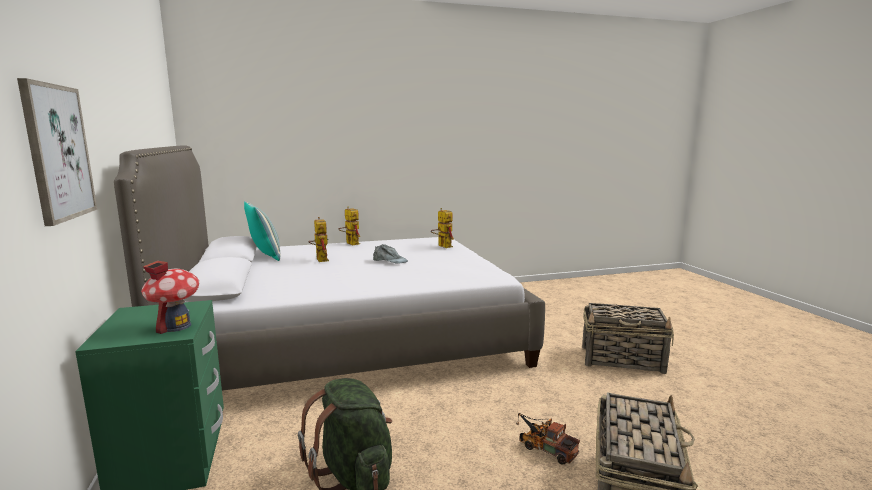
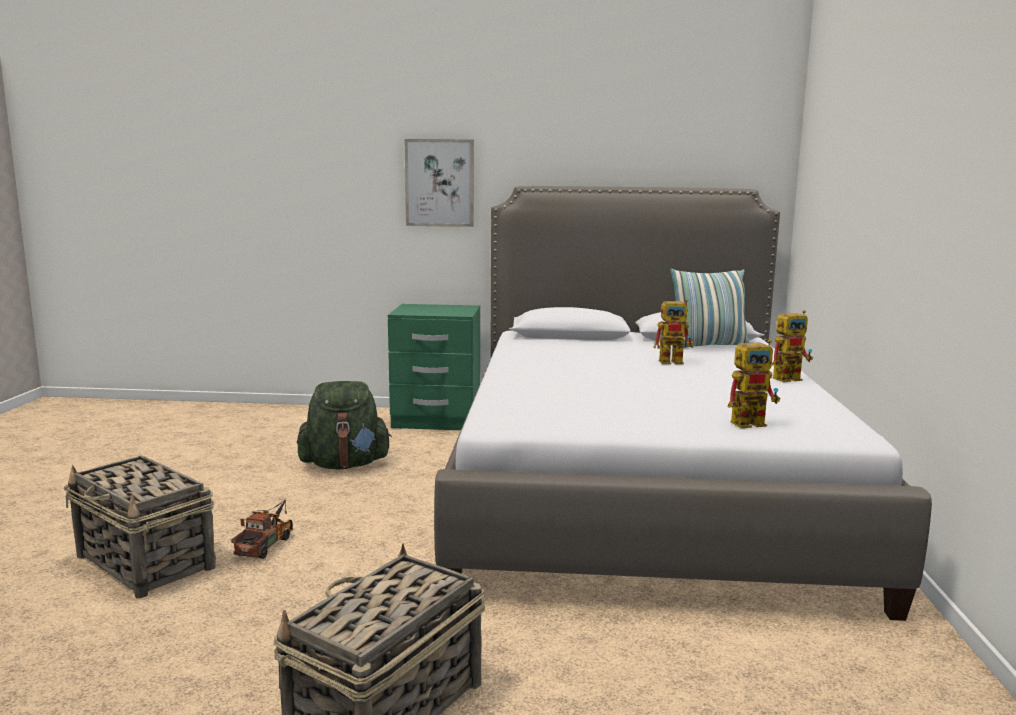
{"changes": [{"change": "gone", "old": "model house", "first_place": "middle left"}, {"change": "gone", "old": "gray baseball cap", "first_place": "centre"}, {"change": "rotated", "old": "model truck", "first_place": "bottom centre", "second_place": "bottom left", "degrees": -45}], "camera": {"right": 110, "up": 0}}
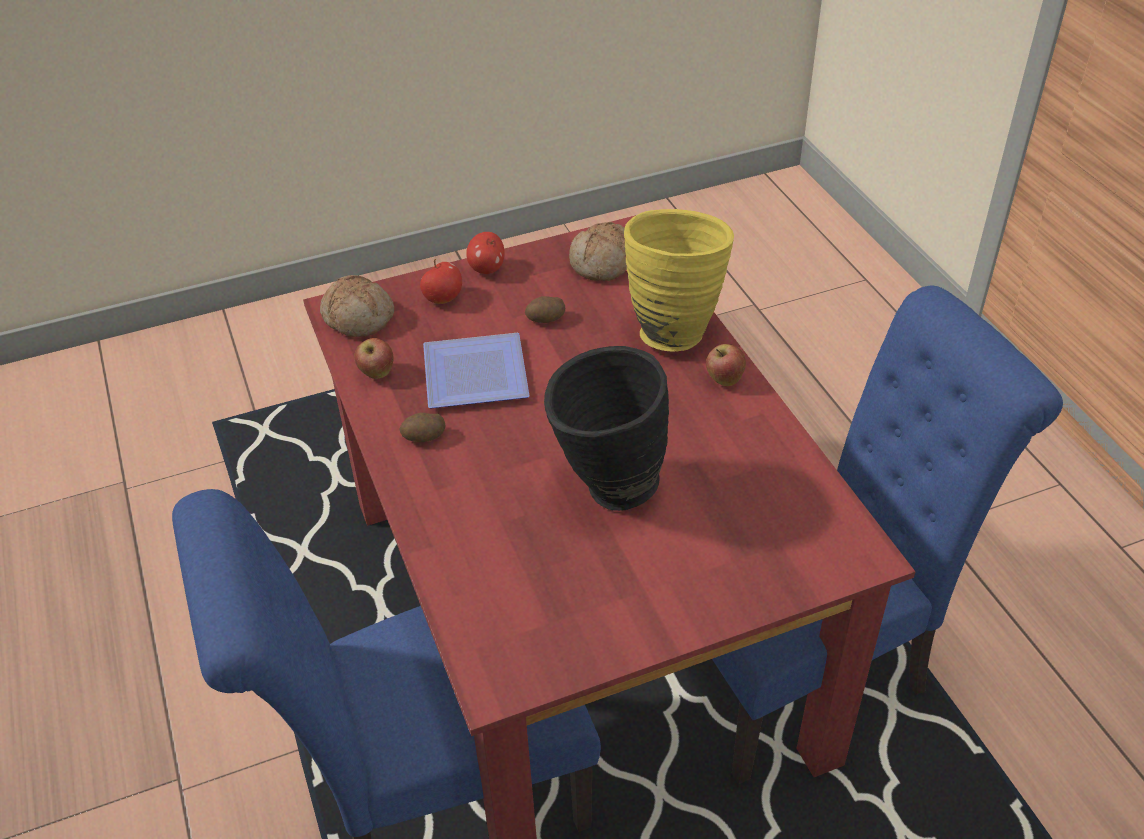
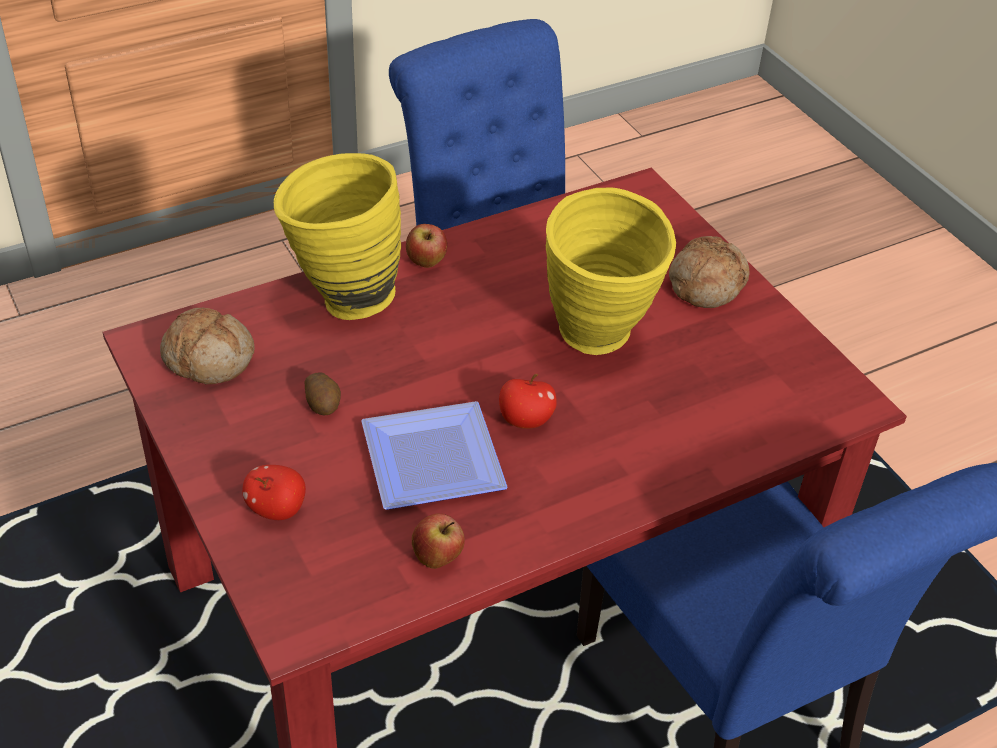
{"changes": [{"change": "shifted", "old": "bread (no. 1 from left in the first image)", "new": "bread (no. 2 from left)", "first_place": "middle left", "second_place": "middle right"}, {"change": "gone", "old": "potato (no. 1 from left)", "first_place": "centre"}, {"change": "shifted", "old": "apple (no. 3 from left in the first image)", "new": "apple (no. 4 from left)", "first_place": "top centre", "second_place": "centre"}, {"change": "repainted", "old": "black-coloured decorative vase", "new": "yellow-coloured decorative vase (no. 2 from left)", "first_place": "centre", "second_place": "centre"}], "camera": {"right": -100, "up": 0}}
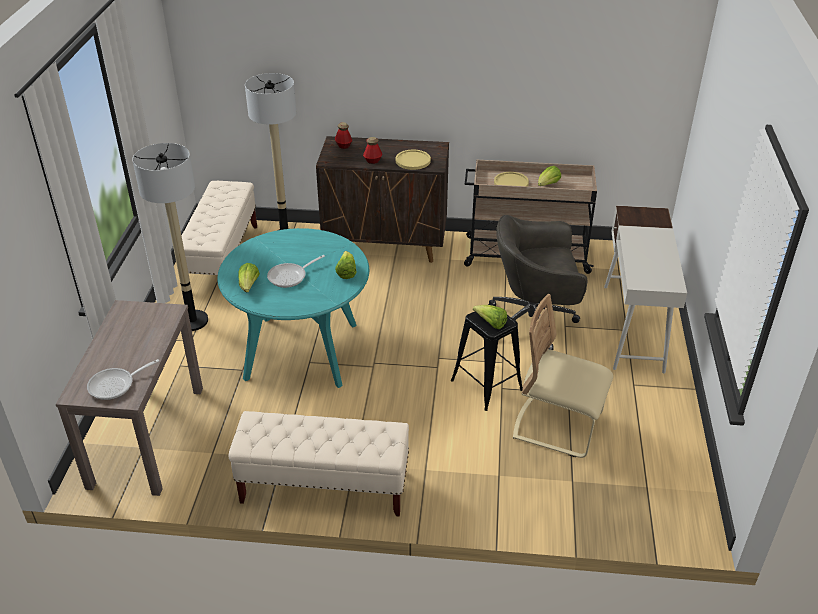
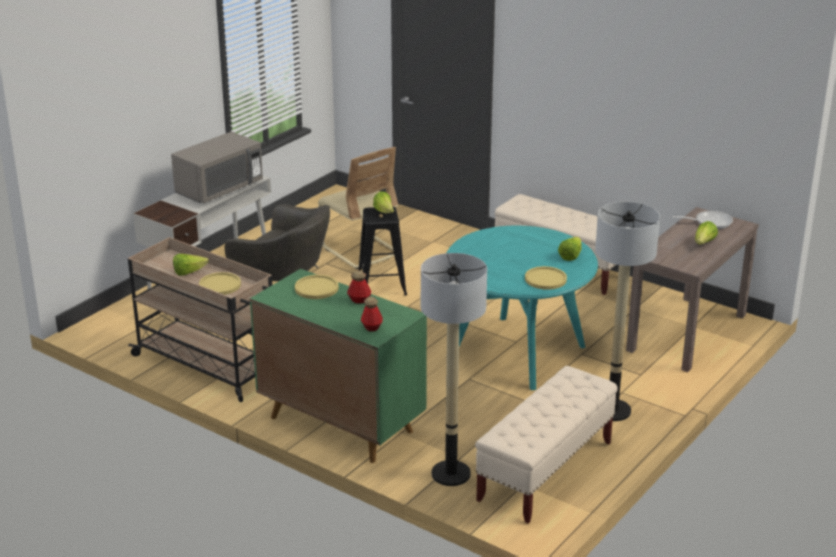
{"changes": [{"change": "gone", "old": "frying pan (no. 2 from left)", "first_place": "centre"}, {"change": "repainted", "old": "brownish cabinet", "new": "greenish cabinet", "first_place": "top centre", "second_place": "centre"}, {"change": "shifted", "old": "lettuce (no. 2 from left in the first image)", "new": "lettuce (no. 4 from left)", "first_place": "centre", "second_place": "middle right"}, {"change": "new", "new": "gray microwave", "second_place": "top left"}, {"change": "new", "new": "yellow-coloured plate (no. 3 from left)", "second_place": "centre"}], "camera": {"right": -150, "up": -10}}
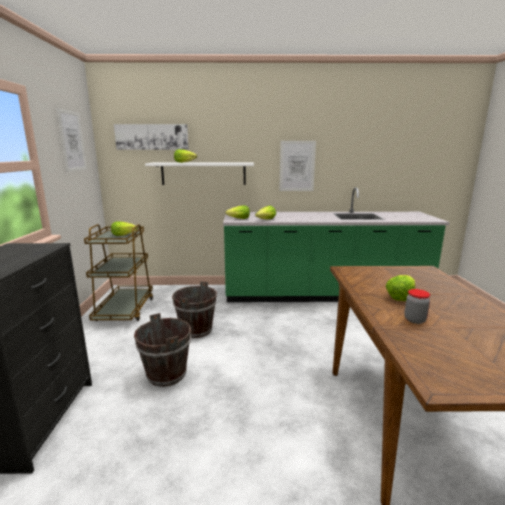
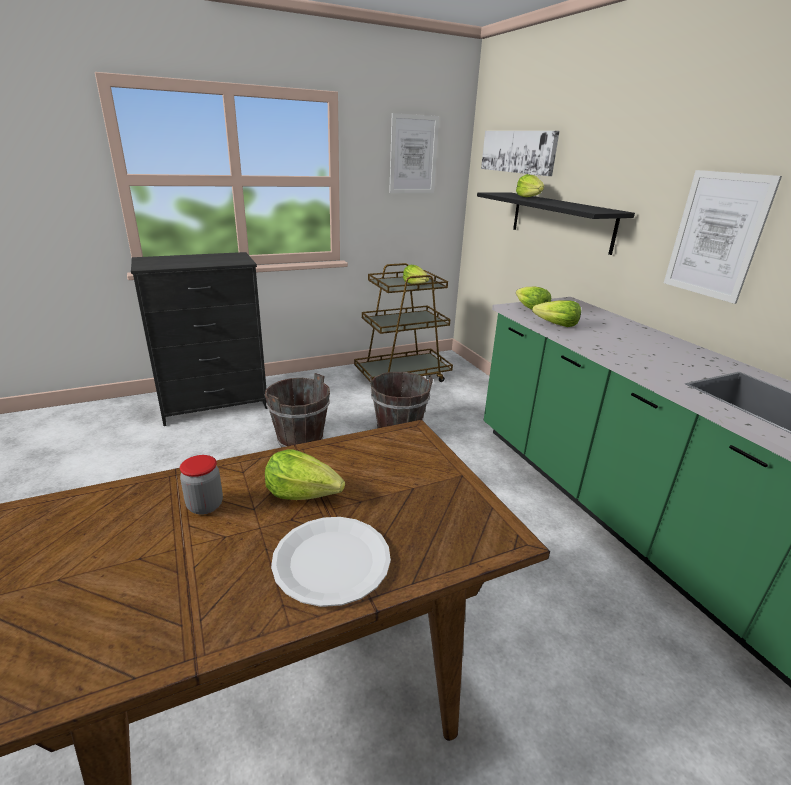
{"changes": [{"change": "repainted", "old": "white-coloured shelf", "new": "black-coloured shelf", "first_place": "centre", "second_place": "top right"}, {"change": "new", "new": "white-coloured plate", "second_place": "bottom centre"}], "camera": {"right": 65, "up": 10}}
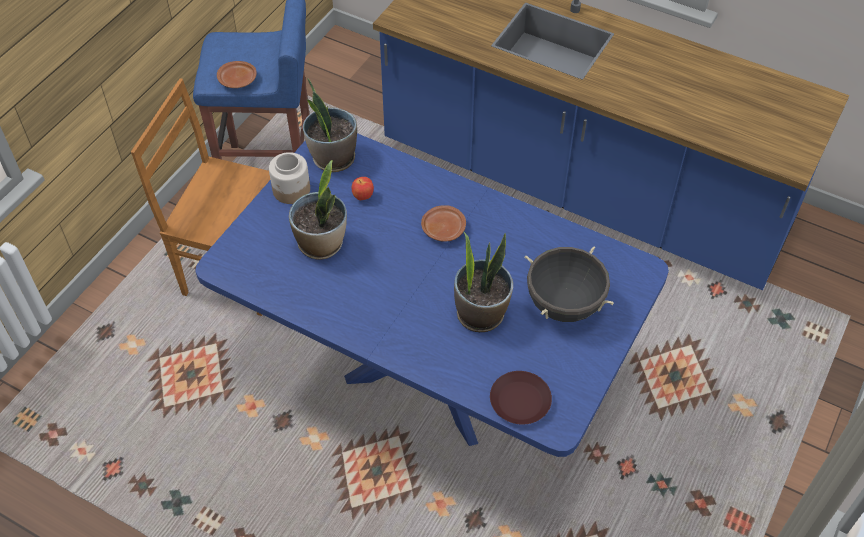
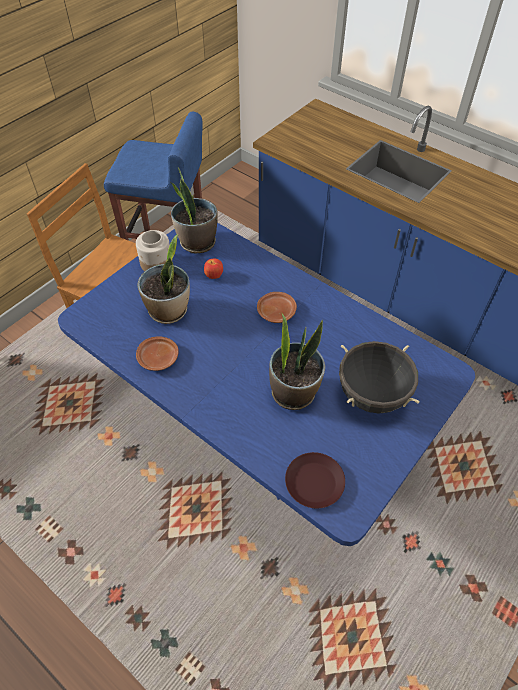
{"changes": [{"change": "shifted", "old": "brownish plate (no. 1 from left)", "first_place": "top left", "second_place": "middle left"}], "camera": {"right": 10, "up": 0}}
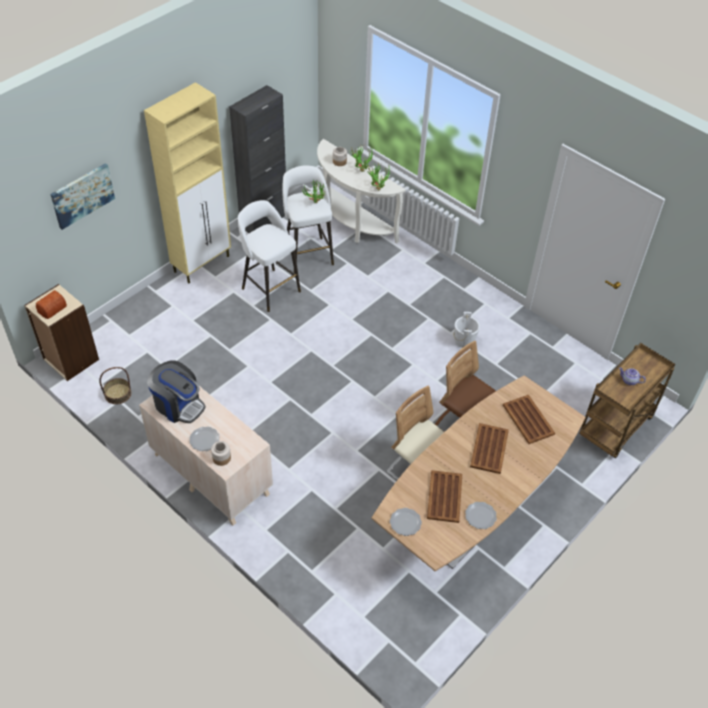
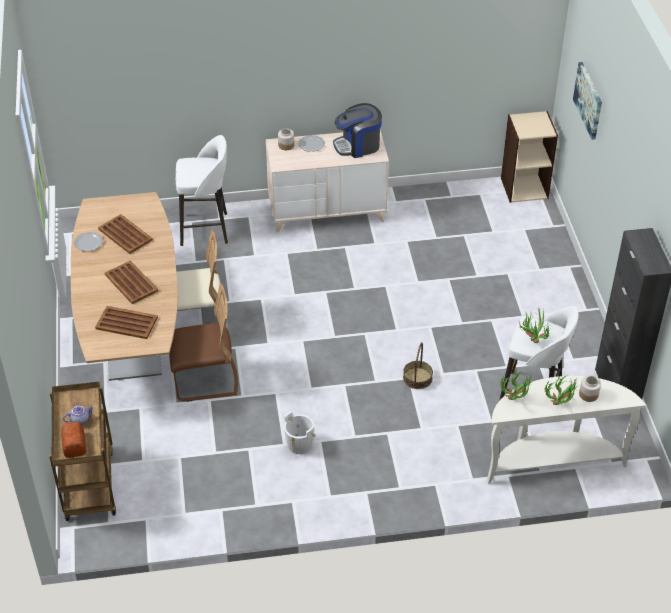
{"changes": [{"change": "shifted", "old": "bread", "first_place": "middle left", "second_place": "bottom left"}, {"change": "shifted", "old": "basket", "first_place": "middle left", "second_place": "centre"}, {"change": "gone", "old": "sand-coloured cabinet", "first_place": "top left"}, {"change": "shifted", "old": "white-coloured stool seat (no. 1 from left)", "first_place": "centre", "second_place": "top left"}, {"change": "gone", "old": "plate (no. 2 from left)", "first_place": "bottom centre"}], "camera": {"right": 130, "up": -5}}
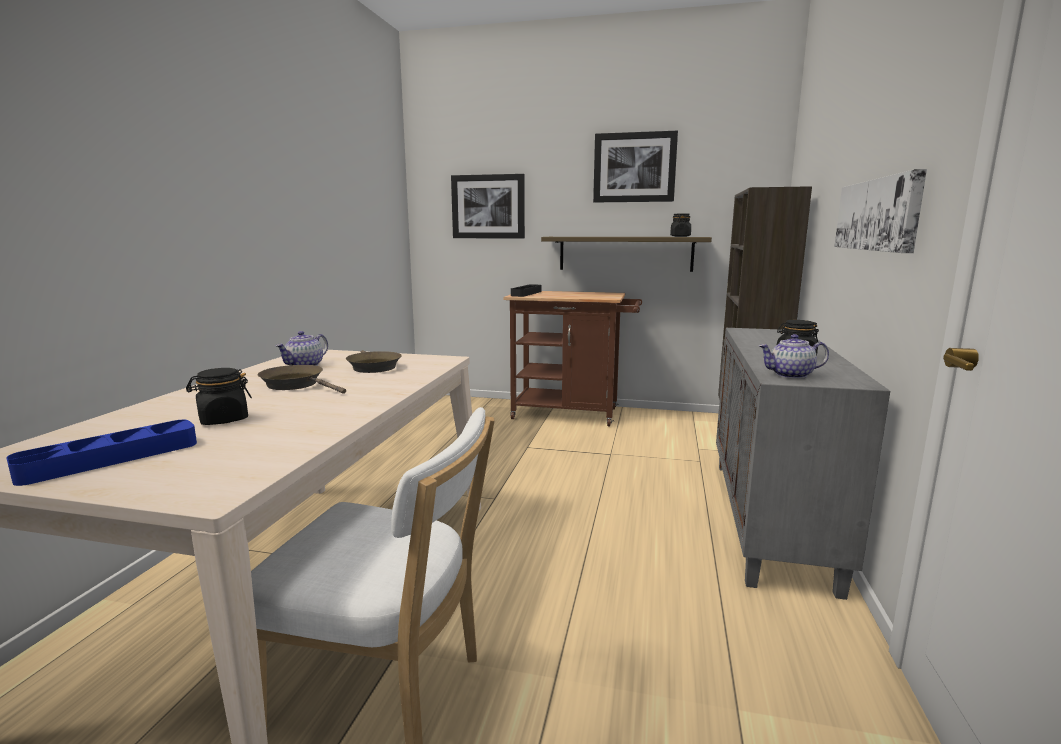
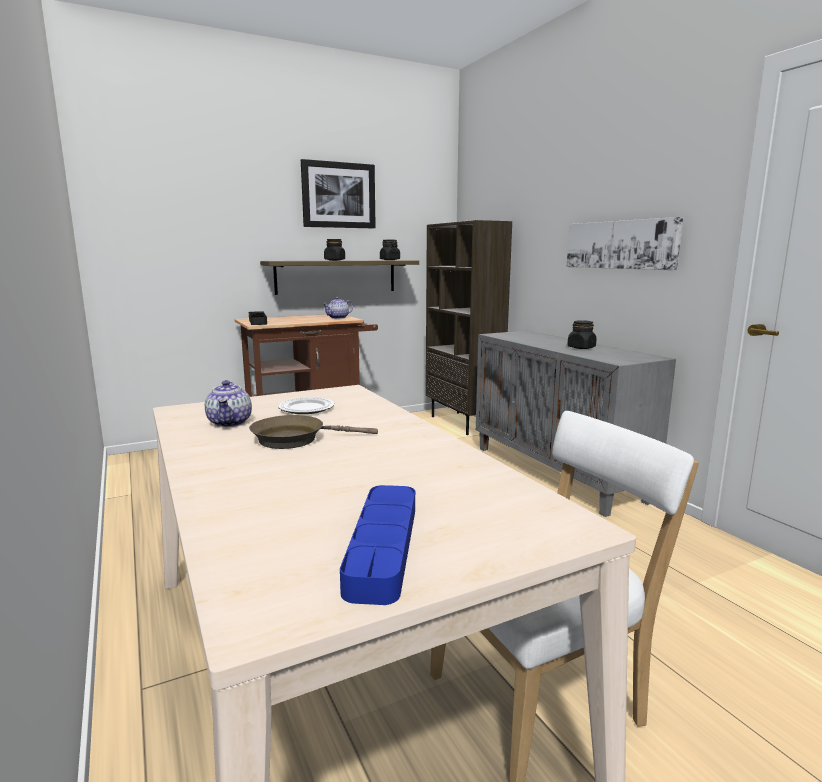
{"changes": [{"change": "shifted", "old": "black-coloured jar (no. 1 from left)", "first_place": "middle left", "second_place": "top centre"}, {"change": "swapped", "old": "brownish frying pan (no. 2 from left)", "new": "plate", "first_place": "centre", "second_place": "centre"}, {"change": "gone", "old": "picture (no. 1 from left)", "first_place": "top centre"}, {"change": "shifted", "old": "tea pot (no. 2 from left)", "first_place": "middle right", "second_place": "centre"}], "camera": {"right": -40, "up": 0}}
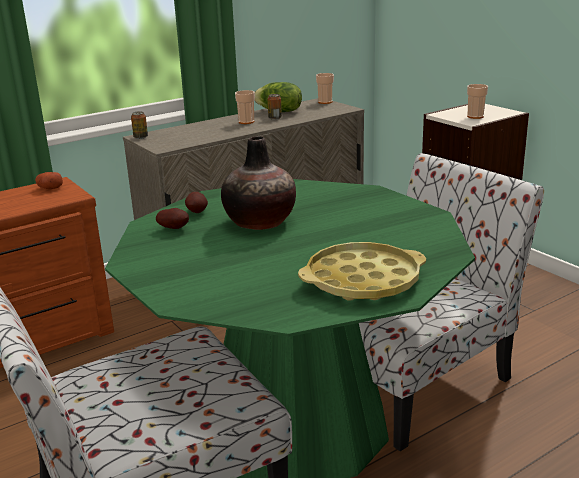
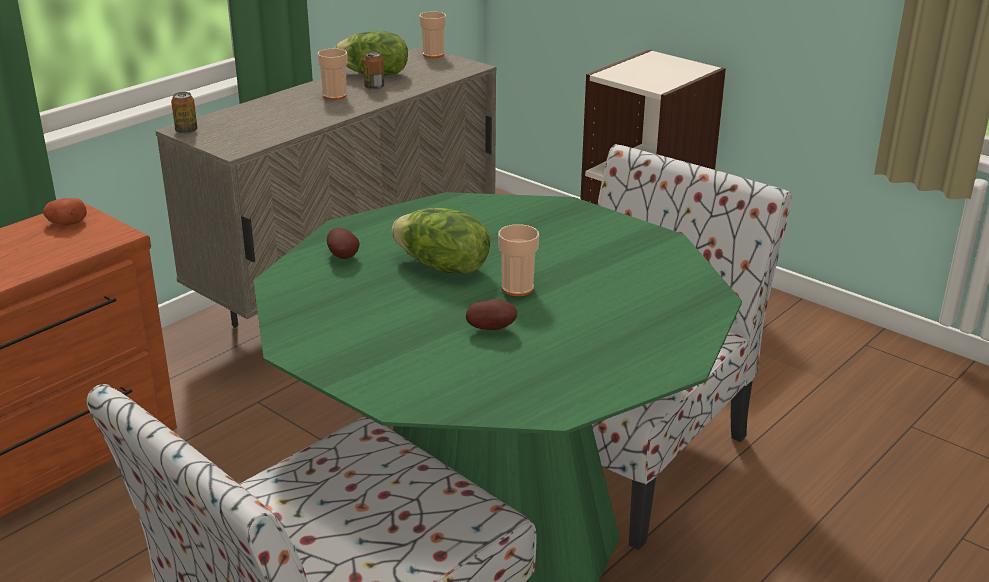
{"changes": [{"change": "shifted", "old": "potato (no. 2 from left in the first image)", "new": "potato (no. 3 from left)", "first_place": "middle left", "second_place": "centre"}, {"change": "swapped", "old": "decorative vase", "new": "lettuce (no. 2 from left)", "first_place": "centre", "second_place": "centre"}, {"change": "gone", "old": "yellow-coloured serving tray", "first_place": "centre"}, {"change": "shifted", "old": "small cup (no. 3 from left)", "first_place": "top right", "second_place": "centre"}], "camera": {"right": -15, "up": 5}}
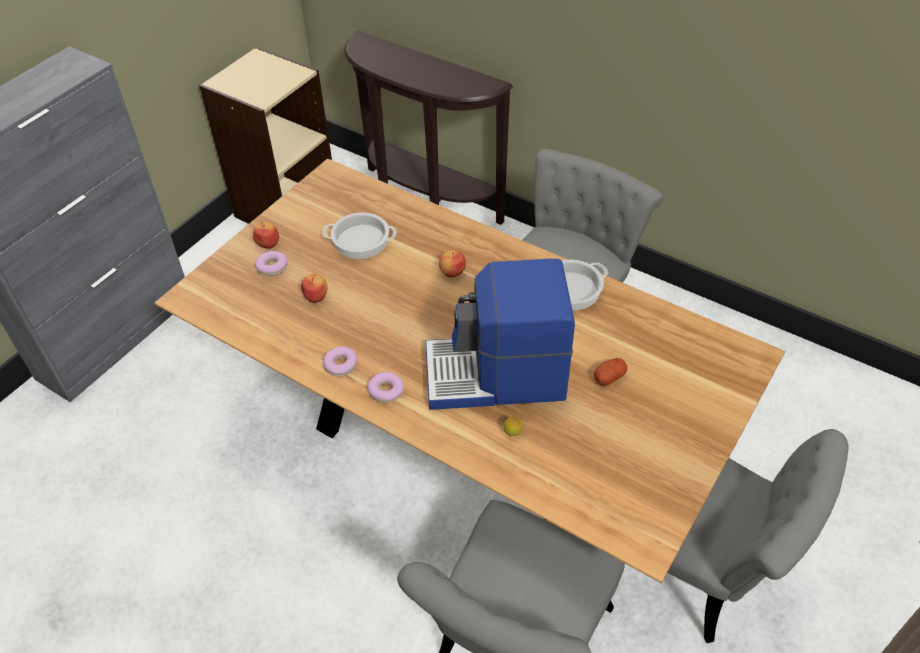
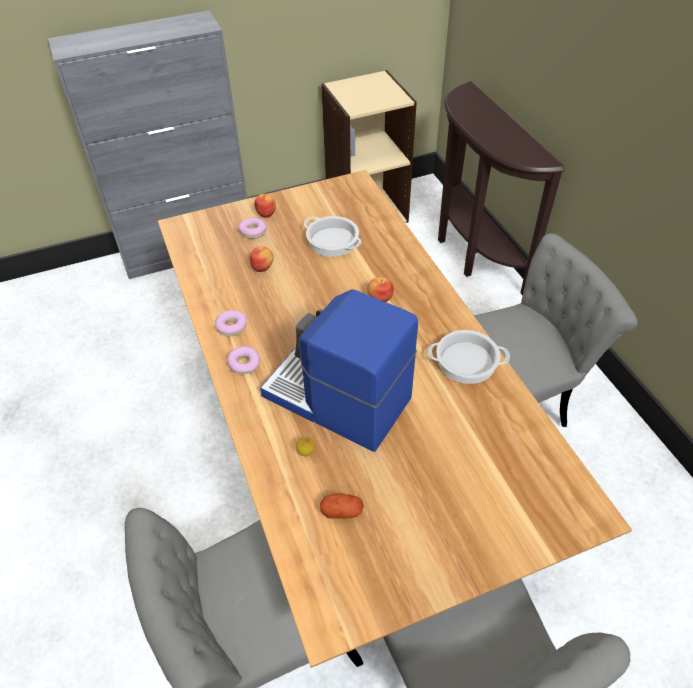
{"changes": [{"change": "shifted", "old": "potato", "first_place": "centre", "second_place": "bottom centre"}], "camera": {"right": 35, "up": 0}}
